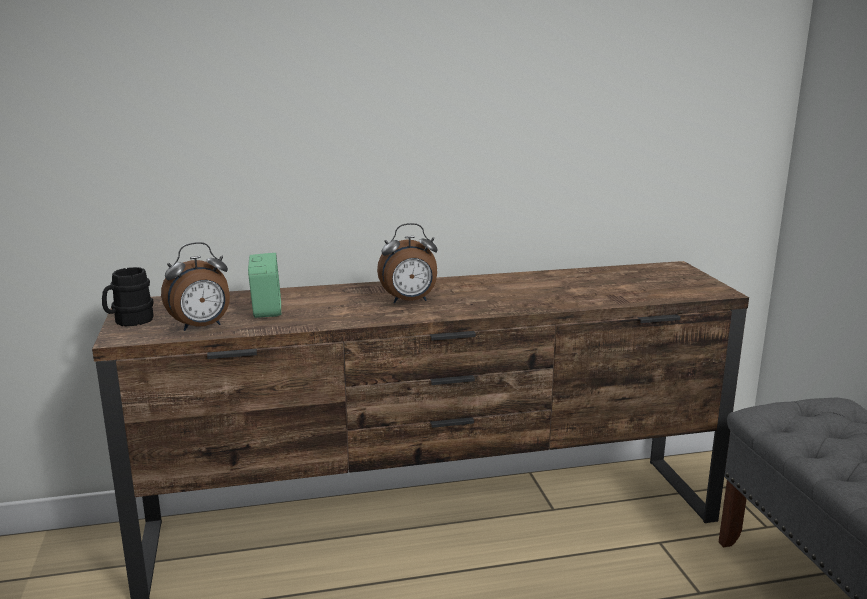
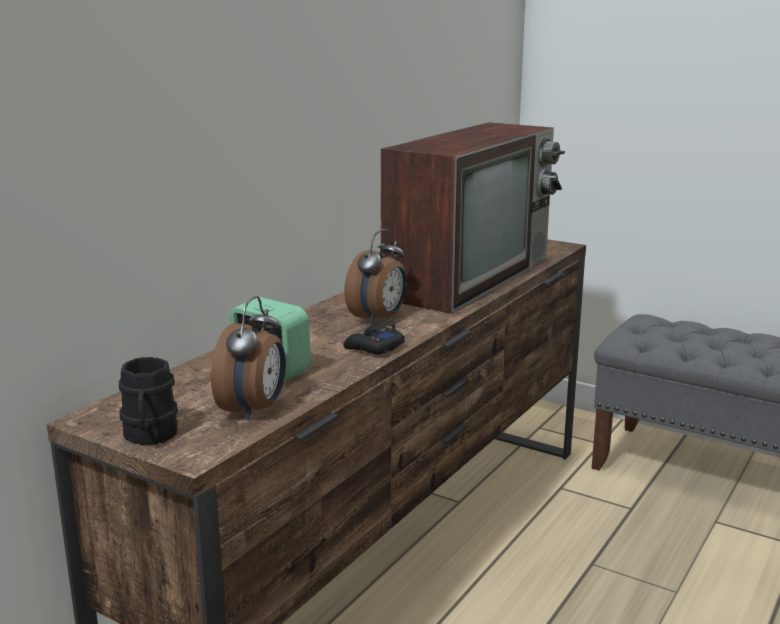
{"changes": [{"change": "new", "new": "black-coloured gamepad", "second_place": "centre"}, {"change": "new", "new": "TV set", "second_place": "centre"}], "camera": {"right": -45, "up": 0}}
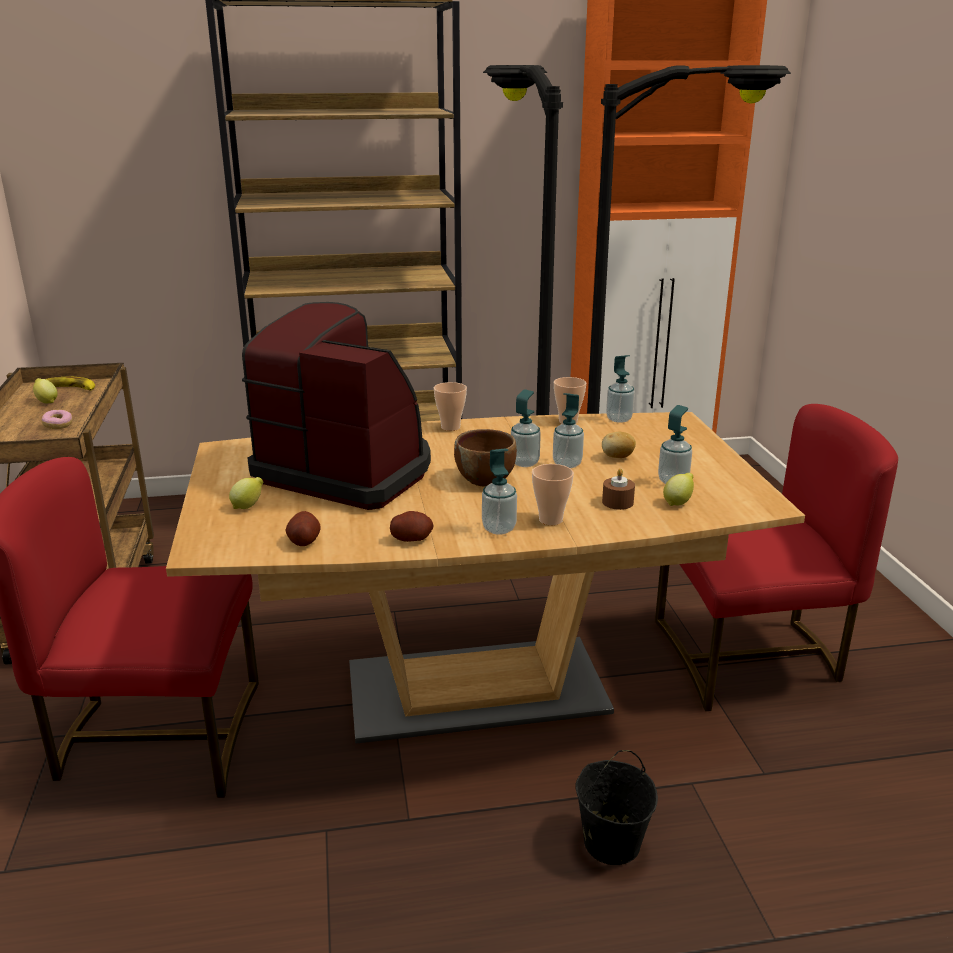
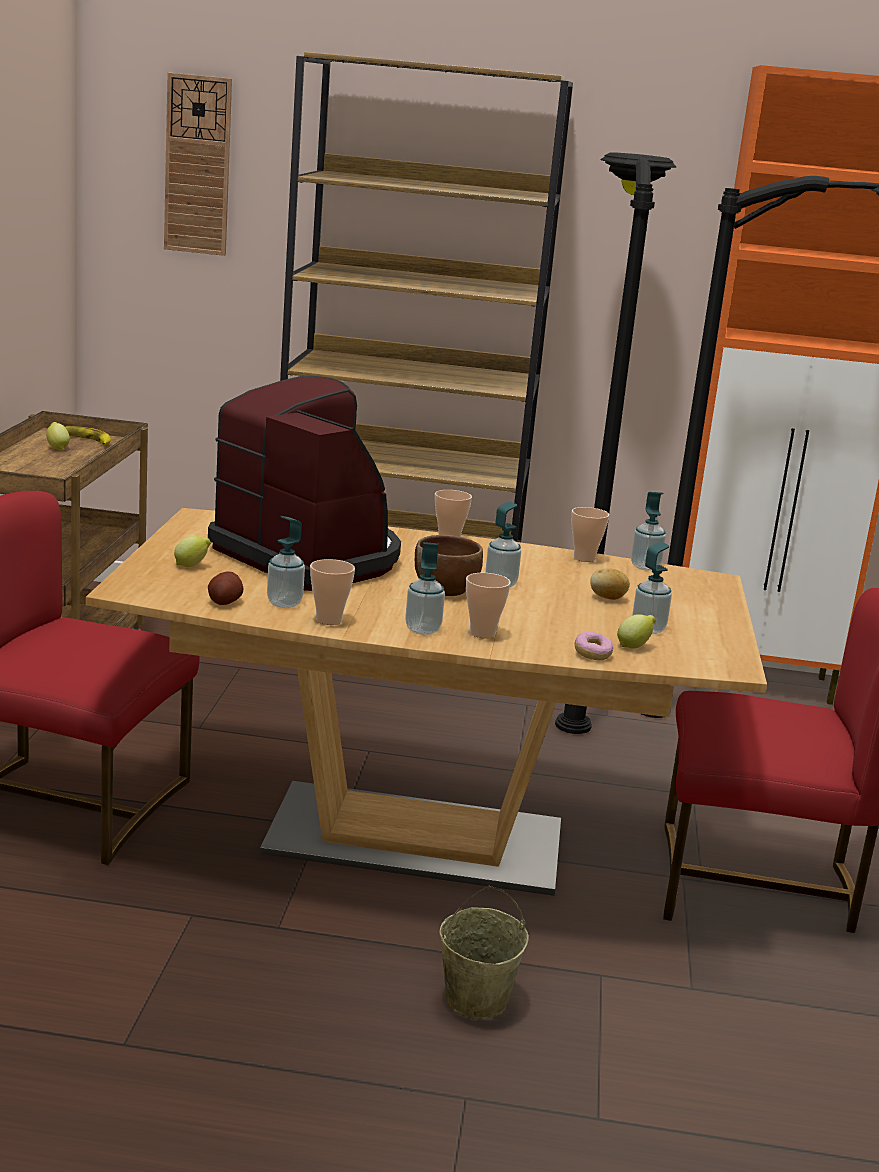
{"changes": [{"change": "shifted", "old": "donut", "first_place": "middle left", "second_place": "middle right"}, {"change": "swapped", "old": "potato (no. 2 from left)", "new": "small cup (no. 1 from left)", "first_place": "centre", "second_place": "centre"}, {"change": "shifted", "old": "liquid soap bottle (no. 3 from left in the first image)", "new": "liquid soap bottle (no. 1 from left)", "first_place": "centre", "second_place": "middle left"}, {"change": "repainted", "old": "black-coloured bucket", "new": "sand-coloured bucket", "first_place": "bottom centre", "second_place": "bottom centre"}, {"change": "gone", "old": "brownish wax light", "first_place": "centre"}, {"change": "new", "new": "wall clock", "second_place": "top left"}], "camera": {"right": 15, "up": -5}}
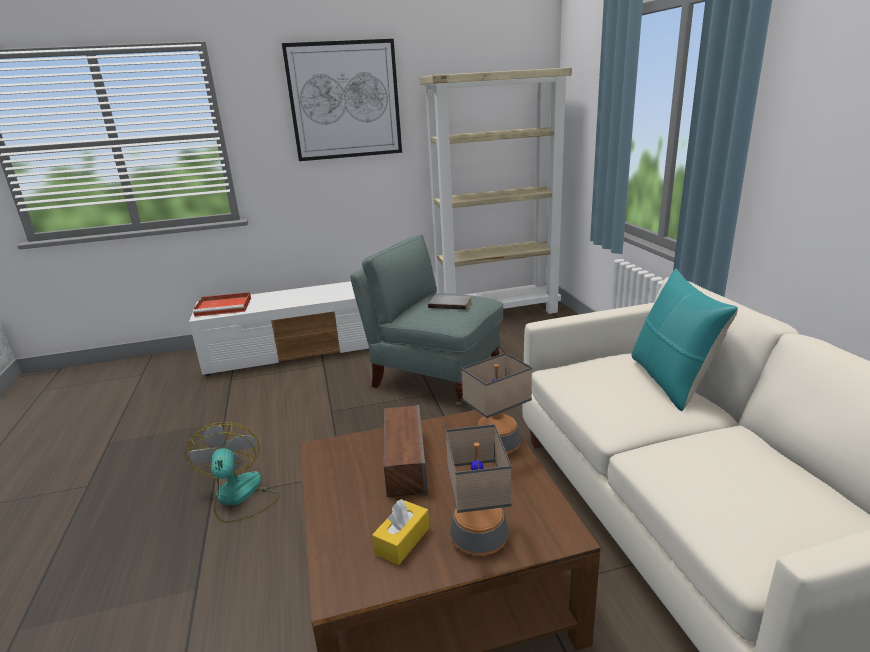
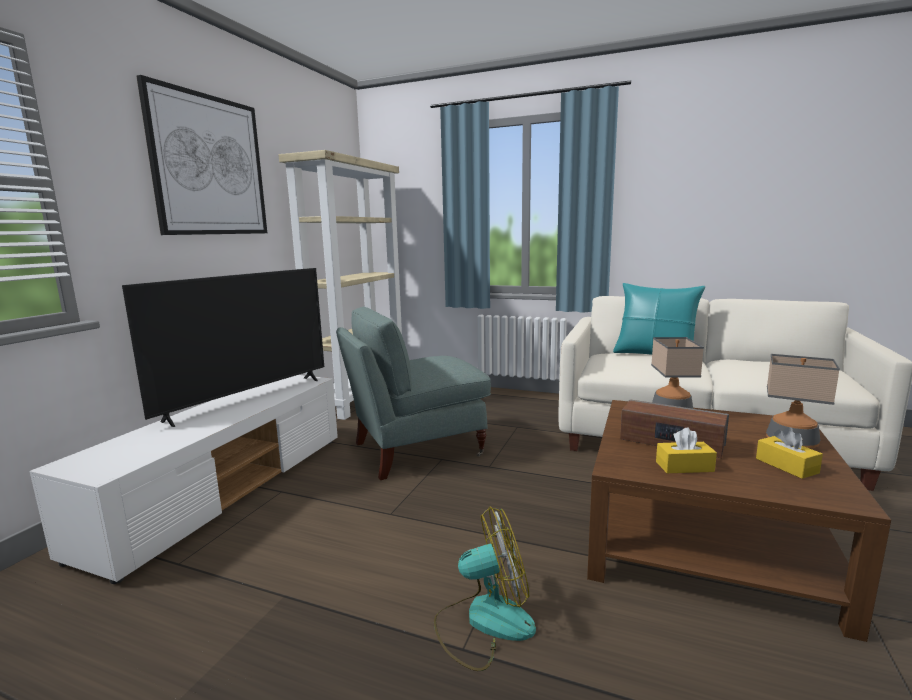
{"changes": [{"change": "rotated", "old": "fan", "first_place": "bottom left", "second_place": "bottom centre", "degrees": 150}, {"change": "gone", "old": "reddish serving tray", "first_place": "middle left"}, {"change": "gone", "old": "gray bound book", "first_place": "centre"}, {"change": "new", "new": "TV set", "second_place": "middle left"}, {"change": "new", "new": "yellow-coloured tissue box (no. 1 from left)", "second_place": "middle right"}], "camera": {"right": -55, "up": -10}}
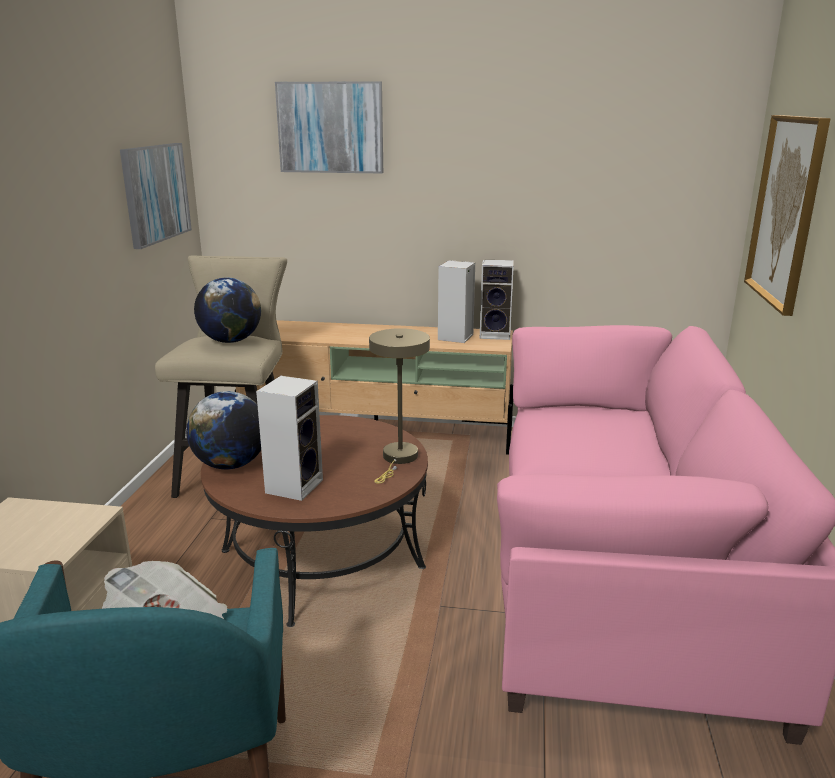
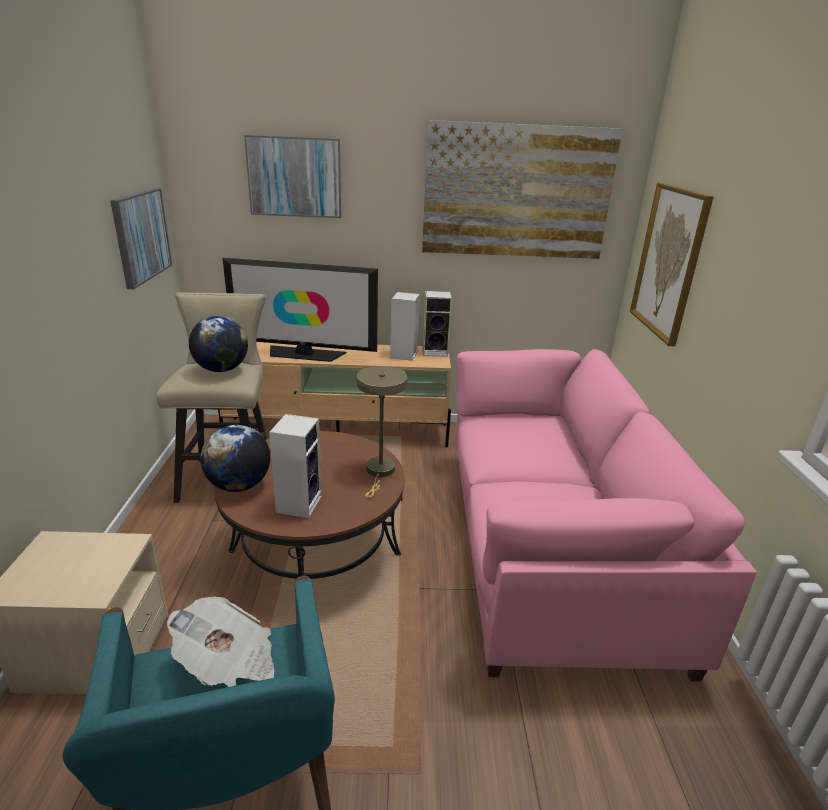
{"changes": [{"change": "new", "new": "TV set", "second_place": "centre"}, {"change": "new", "new": "picture (no. 3 from left)", "second_place": "top centre"}], "camera": {"right": -10, "up": 5}}
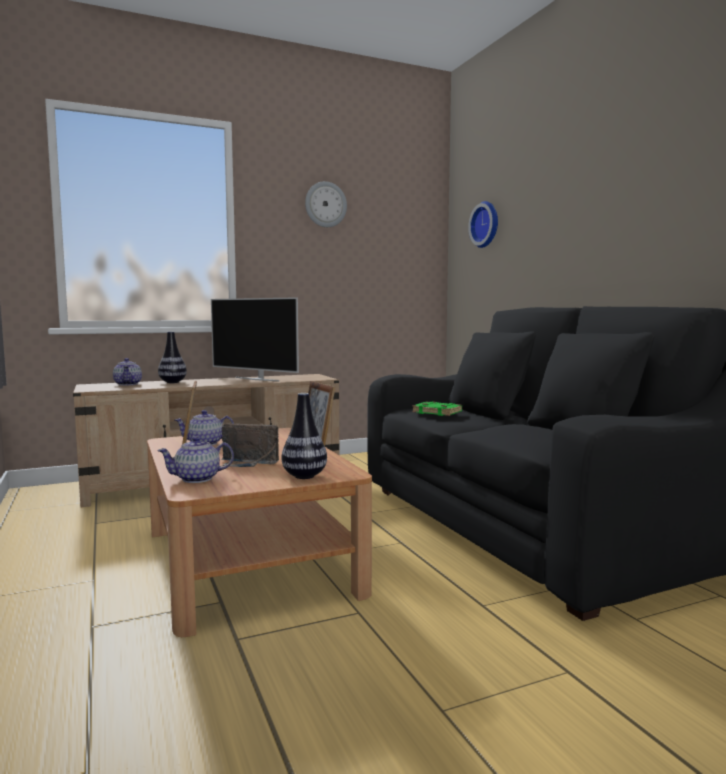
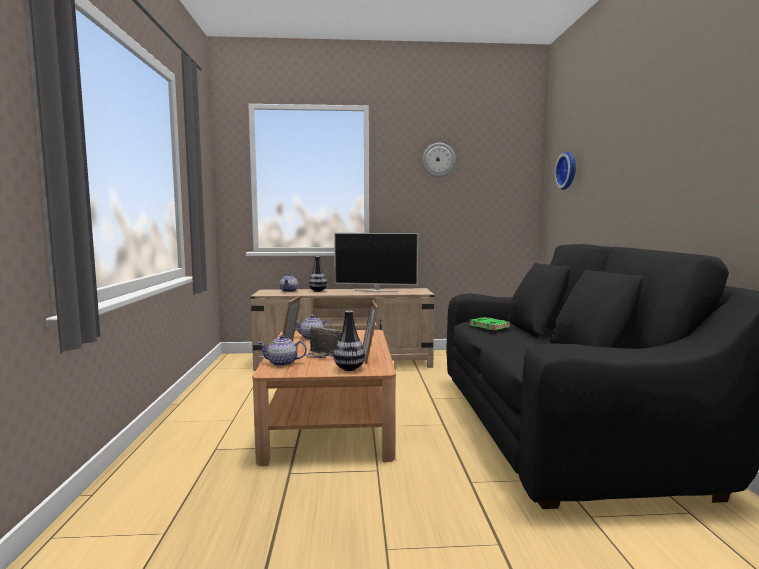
{"changes": [{"change": "rotated", "old": "TV set", "first_place": "centre", "second_place": "centre", "degrees": -45}], "camera": {"right": 20, "up": 0}}
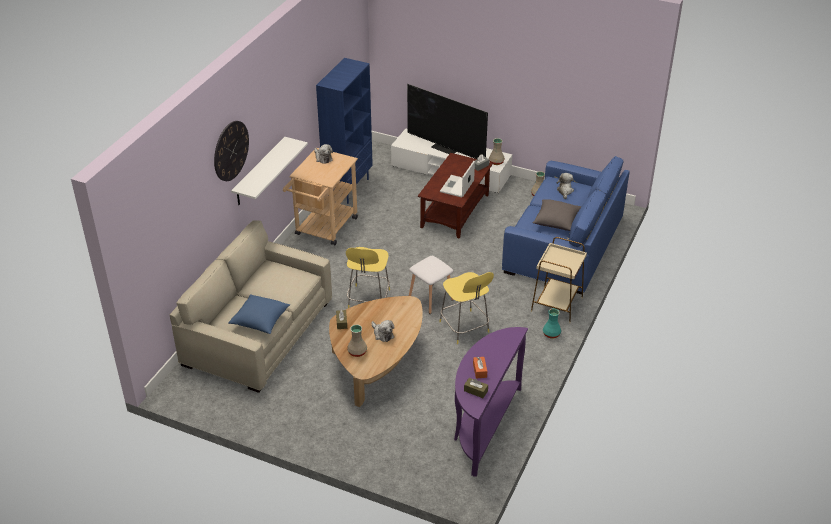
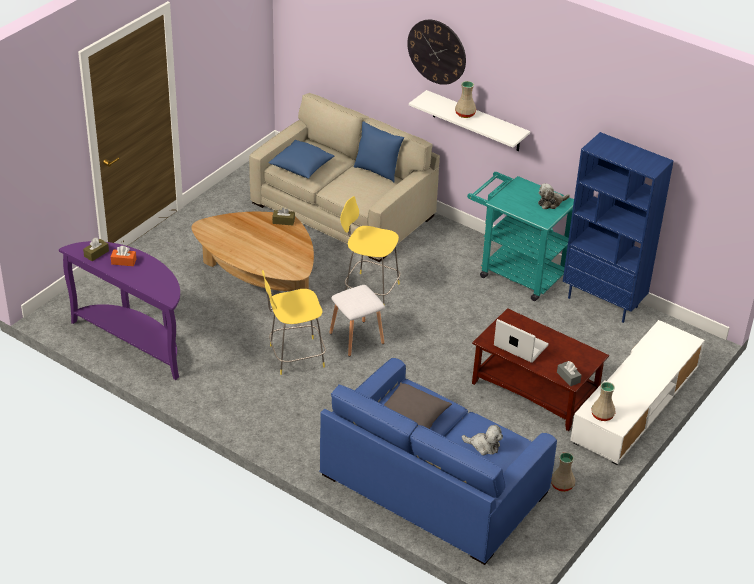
{"changes": [{"change": "repainted", "old": "sand-coloured trolley", "new": "blue-green trolley", "first_place": "centre", "second_place": "middle right"}, {"change": "shifted", "old": "sand-coloured decorative vase (no. 1 from left)", "first_place": "centre", "second_place": "top centre"}, {"change": "gone", "old": "plush toy (no. 2 from left)", "first_place": "centre"}, {"change": "gone", "old": "TV set", "first_place": "top centre"}, {"change": "gone", "old": "sand-coloured accent table", "first_place": "middle right"}, {"change": "gone", "old": "blue-green decorative vase", "first_place": "centre"}, {"change": "new", "new": "bluish pillow (no. 2 from left)", "second_place": "top centre"}], "camera": {"right": 100, "up": 0}}
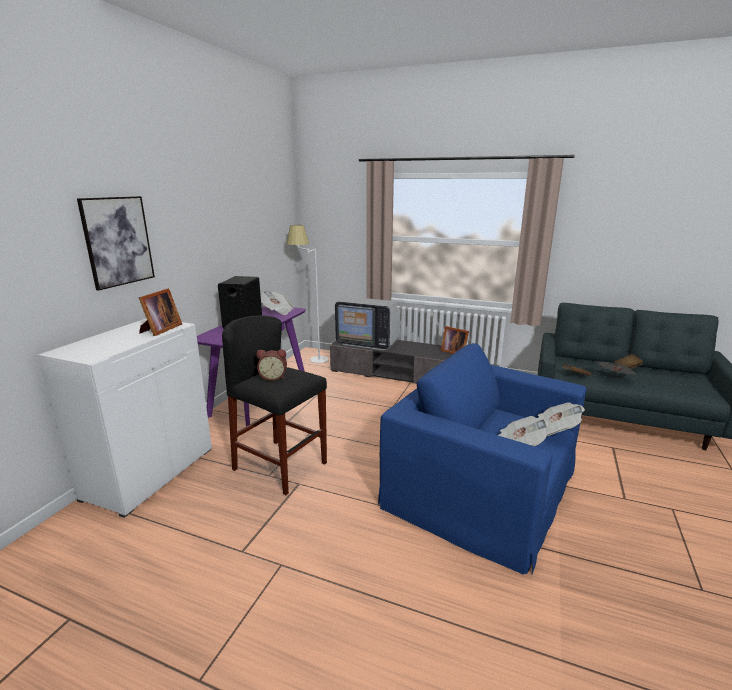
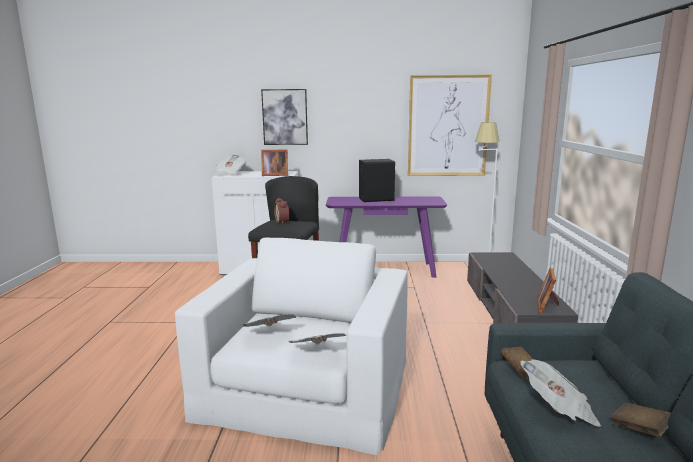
{"changes": [{"change": "shifted", "old": "daily paper (no. 1 from left)", "first_place": "centre", "second_place": "middle left"}, {"change": "gone", "old": "TV set", "first_place": "centre"}, {"change": "repainted", "old": "bluish armchair", "new": "white-coloured armchair", "first_place": "centre", "second_place": "bottom centre"}, {"change": "new", "new": "picture (no. 2 from left)", "second_place": "top centre"}], "camera": {"right": 70, "up": -5}}
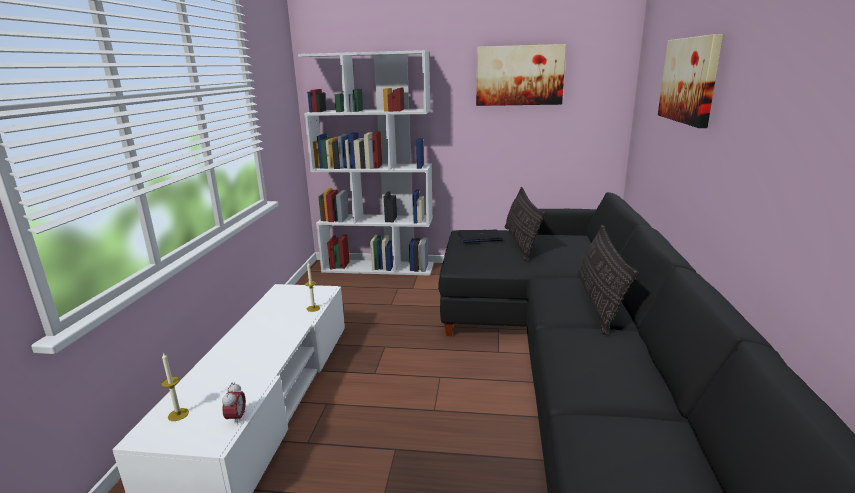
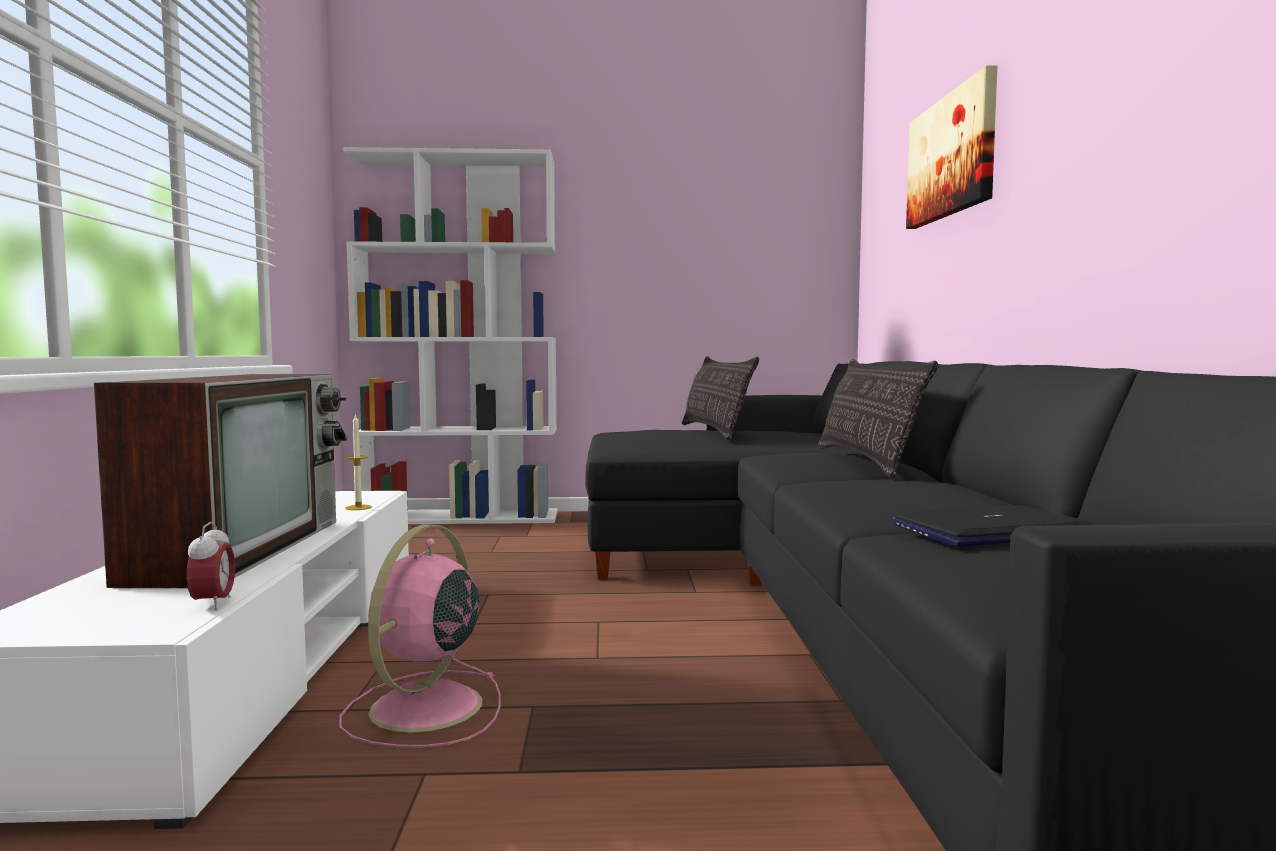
{"changes": [{"change": "gone", "old": "wax light (no. 1 from left)", "first_place": "bottom left"}, {"change": "shifted", "old": "notebook computer", "first_place": "centre", "second_place": "middle right"}, {"change": "gone", "old": "picture (no. 1 from left)", "first_place": "top centre"}, {"change": "new", "new": "TV set", "second_place": "middle left"}, {"change": "new", "new": "pink-coloured fan", "second_place": "bottom left"}], "camera": {"right": -10, "up": -15}}
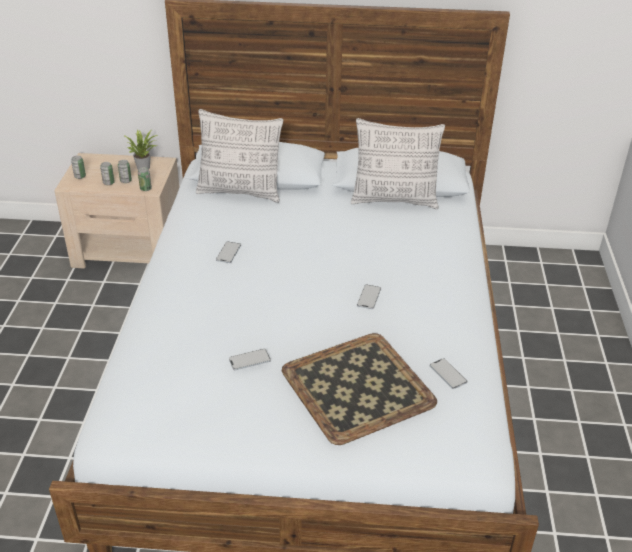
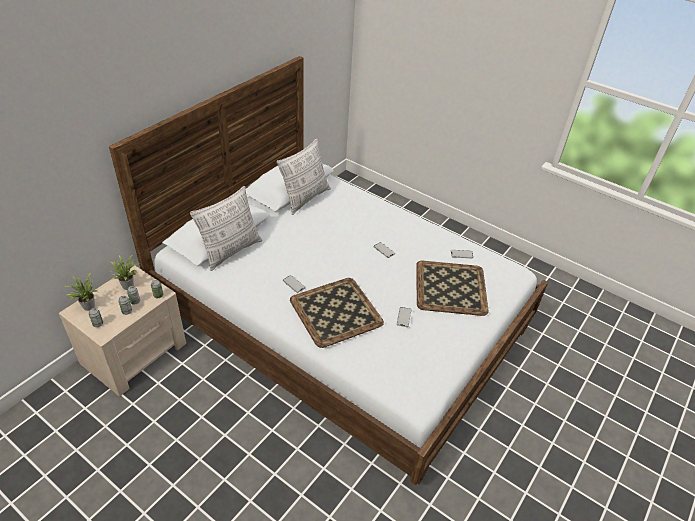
{"changes": [{"change": "new", "new": "houseplant (no. 1 from left)", "second_place": "middle left"}, {"change": "new", "new": "serving tray (no. 1 from left)", "second_place": "centre"}], "camera": {"right": -60, "up": 5}}
